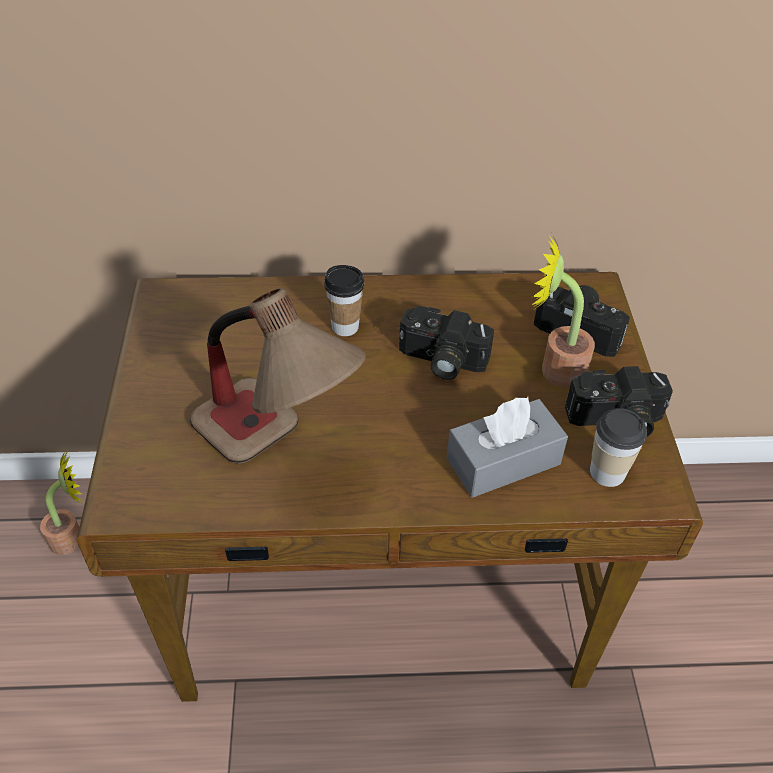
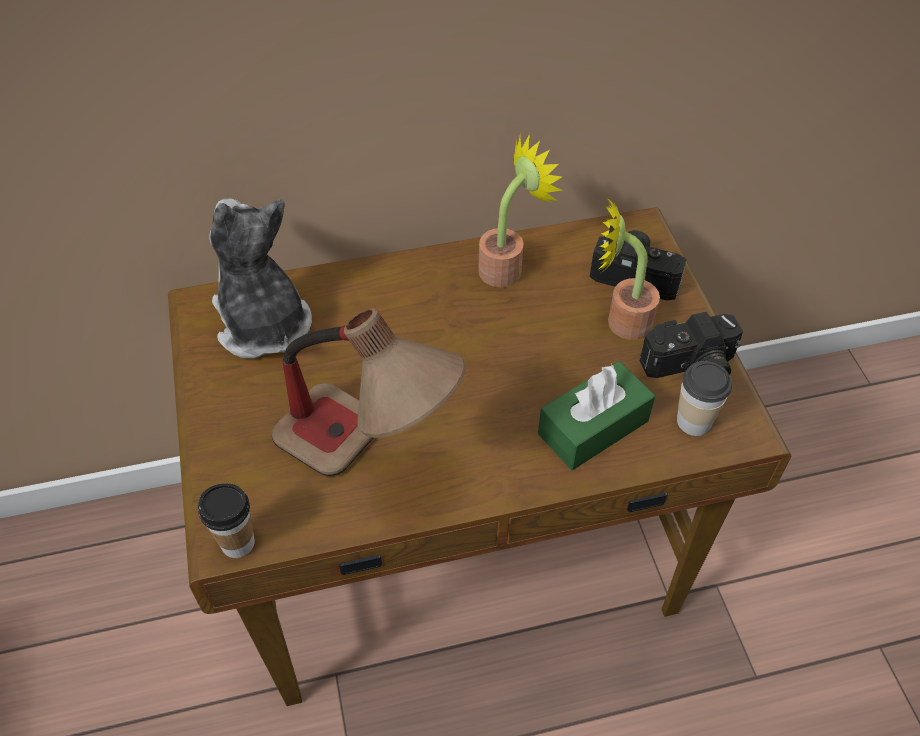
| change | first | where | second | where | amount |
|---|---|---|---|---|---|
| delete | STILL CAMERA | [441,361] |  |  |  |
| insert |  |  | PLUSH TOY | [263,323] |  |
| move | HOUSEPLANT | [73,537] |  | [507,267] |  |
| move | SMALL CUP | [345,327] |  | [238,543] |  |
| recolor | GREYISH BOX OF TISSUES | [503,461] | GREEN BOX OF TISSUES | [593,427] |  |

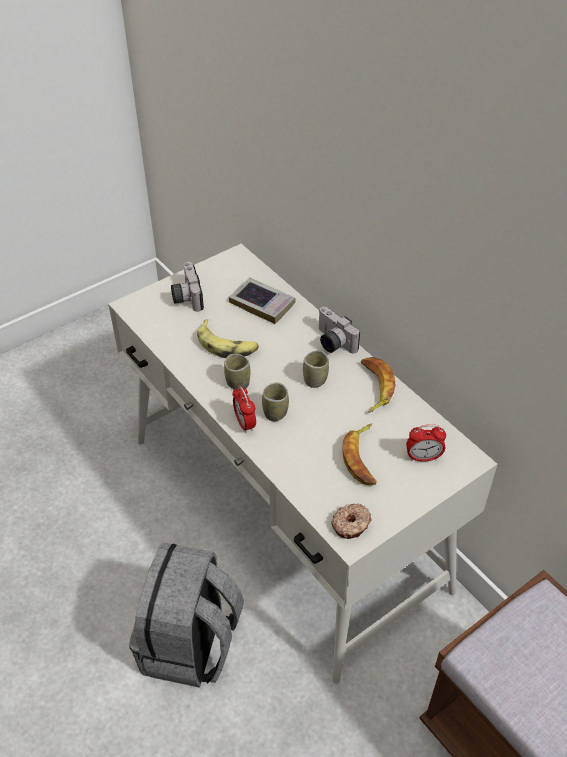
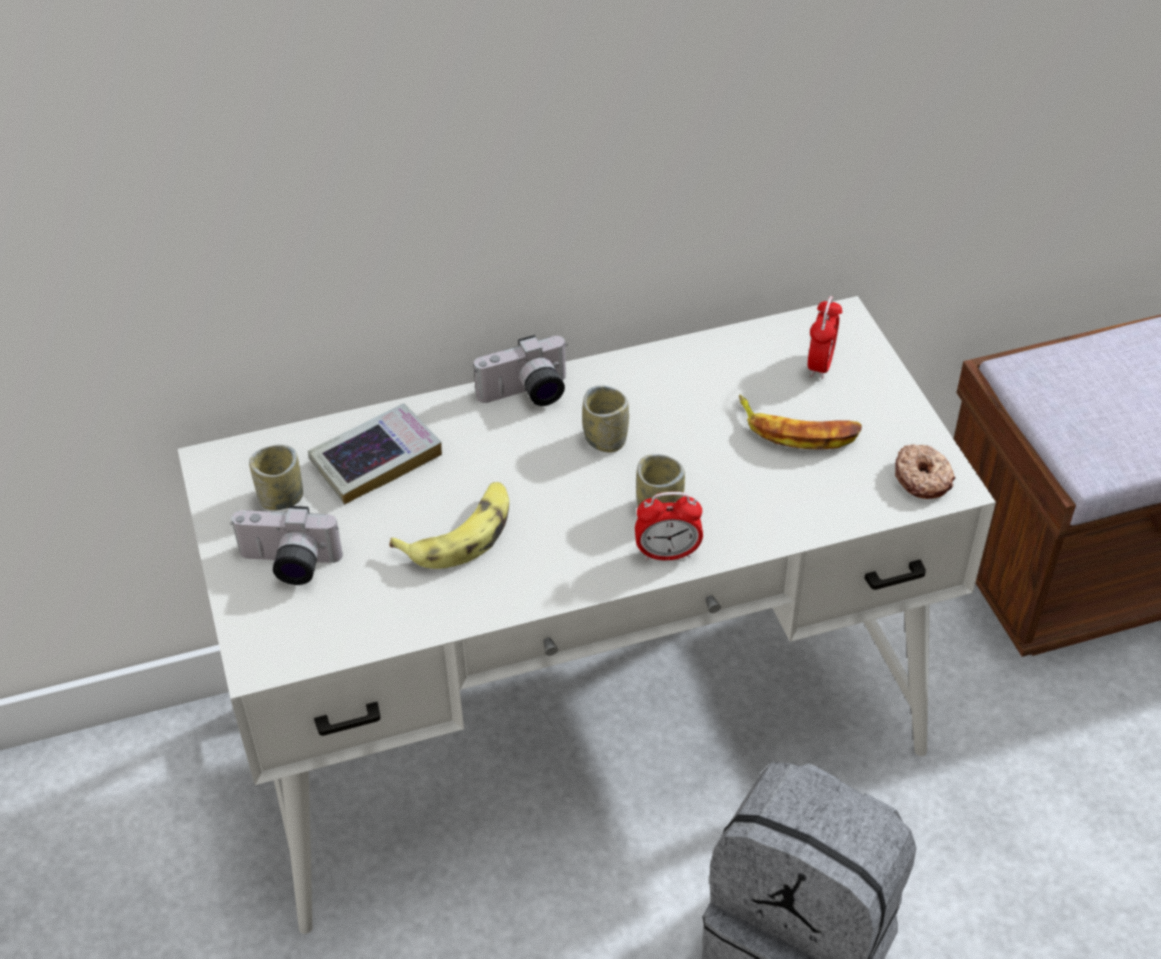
| change | first | where | second | where | amount |
|---|---|---|---|---|---|
| delete | BANANA | [374,387] |  |  |  |
| move | SMALL CUP | [238,383] |  | [281,498] |  |

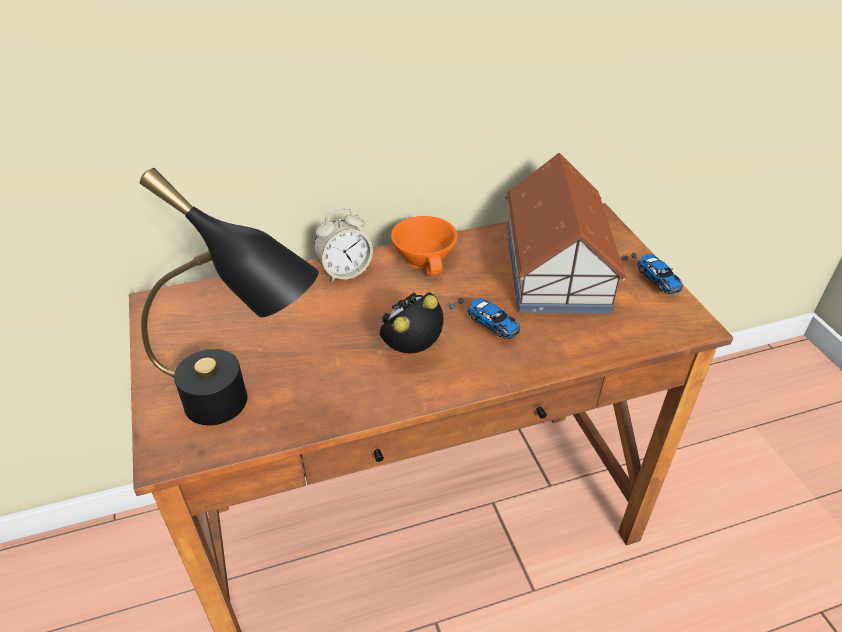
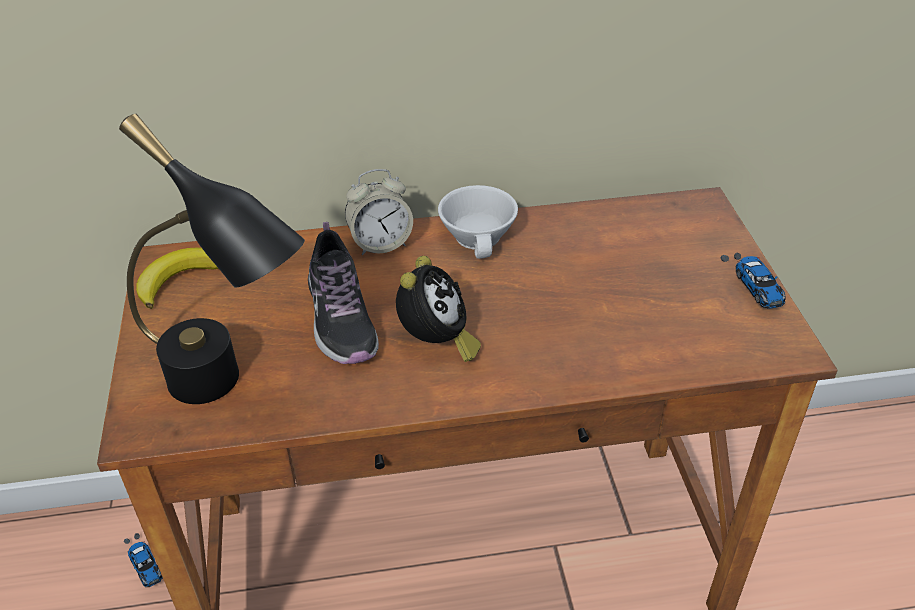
| change | first | where | second | where | amount |
|---|---|---|---|---|---|
| delete | TOY HOUSE | [556,267] |  |  |  |
| insert |  |  | BANANA | [178,279] |  |
| insert |  |  | LOW SHOE | [341,318] |  |
| move | TOY CAR | [483,323] |  | [144,563] |  |
| recolor | ORANGE-COLOURED SMALL CUP | [427,258] | WHITISH SMALL CUP | [481,237] |  |
| rotate | ALARM CLOCK | [412,350] |  | [436,343] | 135 degrees clockwise |

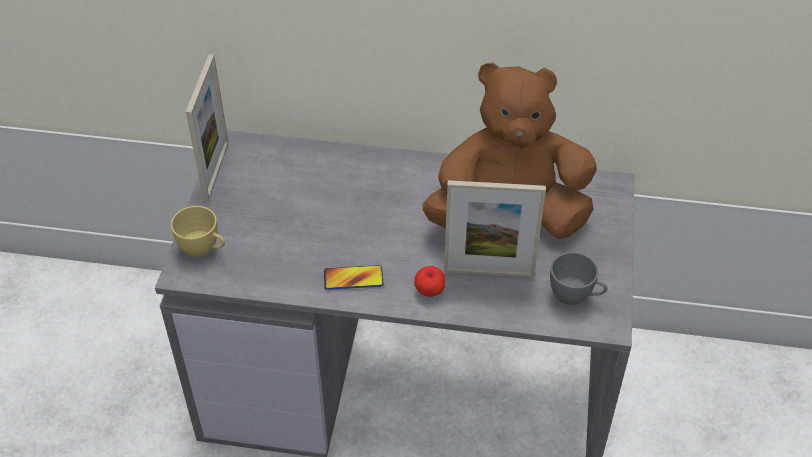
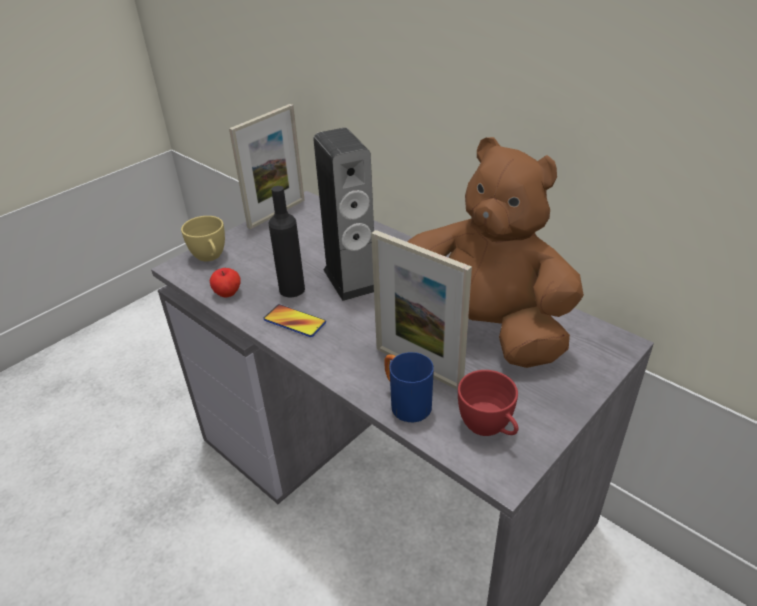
| change | first | where | second | where | amount |
|---|---|---|---|---|---|
| insert |  |  | BLACK-COLOURED BOTTLE | [292,289] |  |
| insert |  |  | SPEAKER | [351,279] |  |
| insert |  |  | BLUISH TEA MUG | [405,403] |  |
| move | WHOLE APPLE | [430,290] |  | [228,293] |  |
| recolor | GREYISH SMALL CUP | [575,296] | RED SMALL CUP | [489,428] |  |

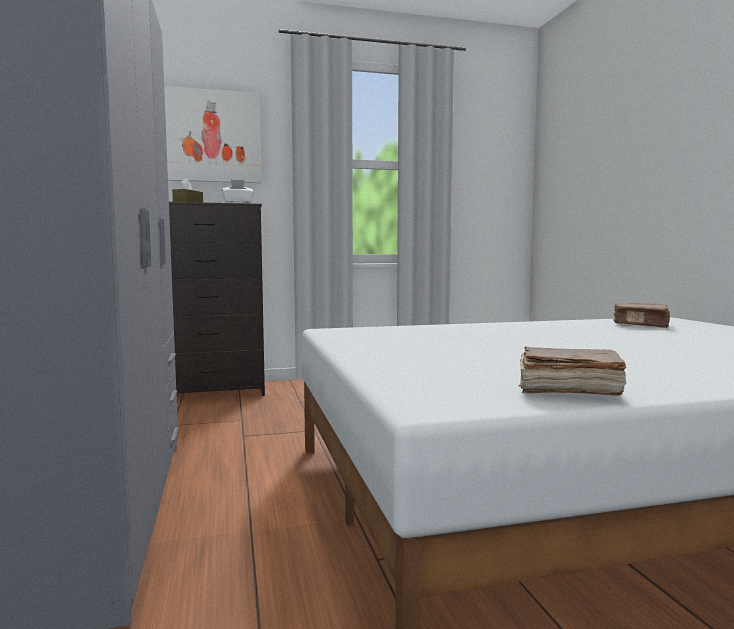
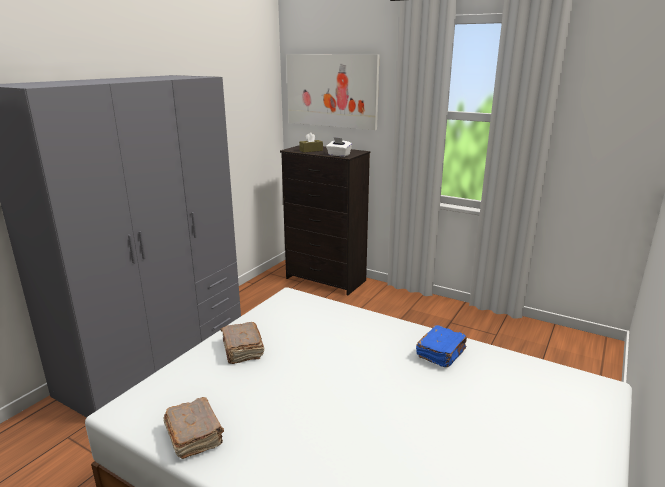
| change | first | where | second | where | amount |
|---|---|---|---|---|---|
| insert |  |  | BLUISH VOLUME | [441,354] |  |
| move | BROWN-COLOURED VOLUME | [641,325] |  | [242,350] |  |

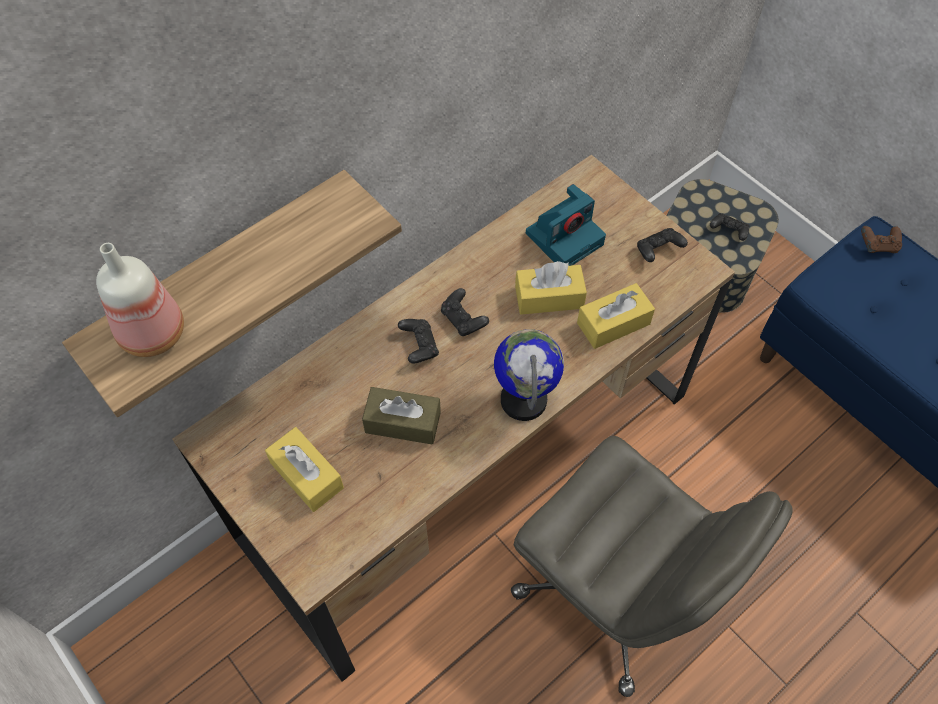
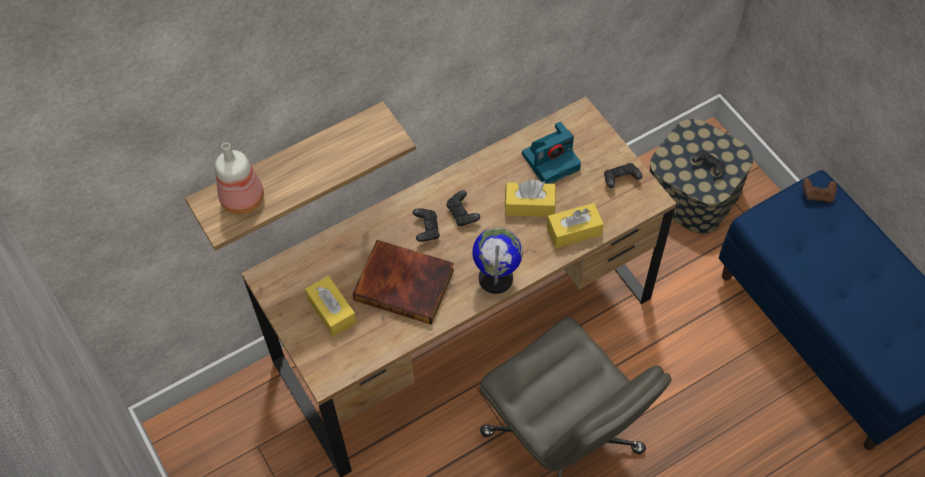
| change | first | where | second | where | amount |
|---|---|---|---|---|---|
| replace | BROWN-COLOURED BOX OF TISSUES | [403,422] | VOLUME | [405,283] |  |

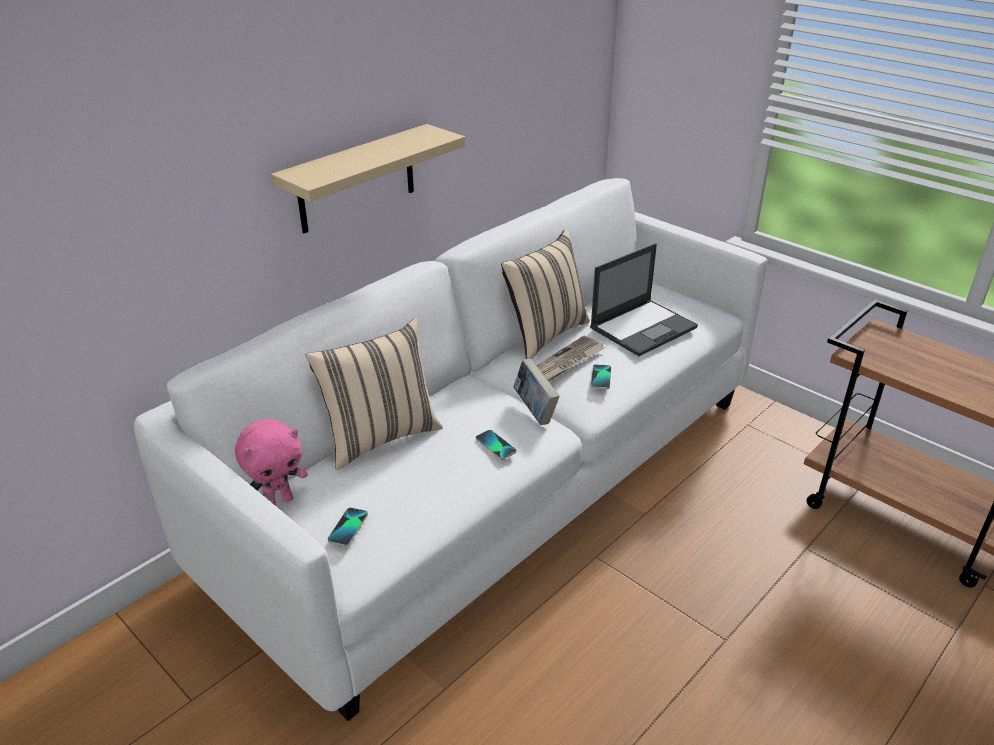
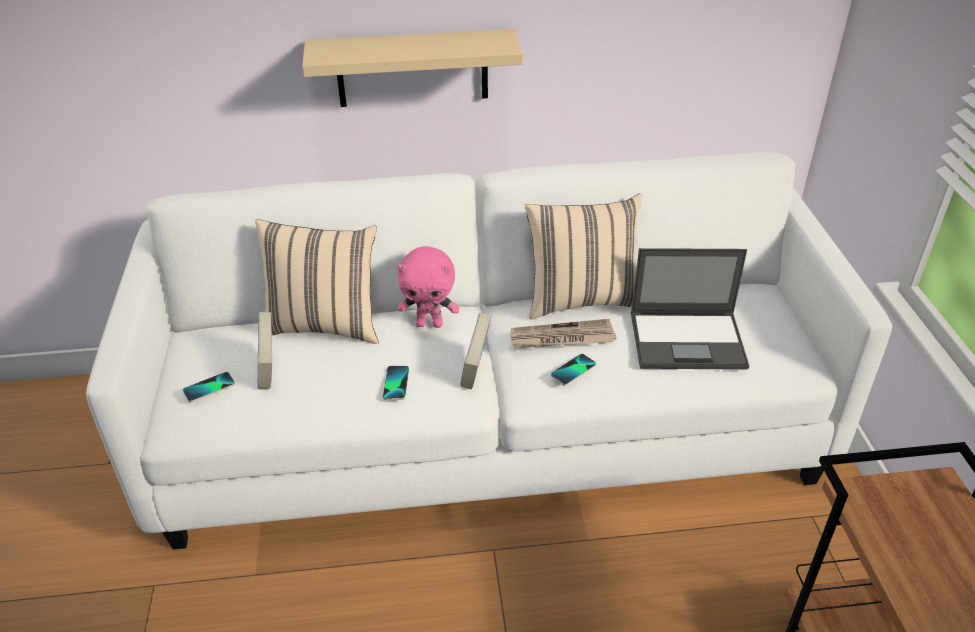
| change | first | where | second | where | amount |
|---|---|---|---|---|---|
| insert |  |  | VOLUME | [269,370] |  |
| move | PINK-COLOURED PLUSH TOY | [279,501] |  | [430,324] |  |

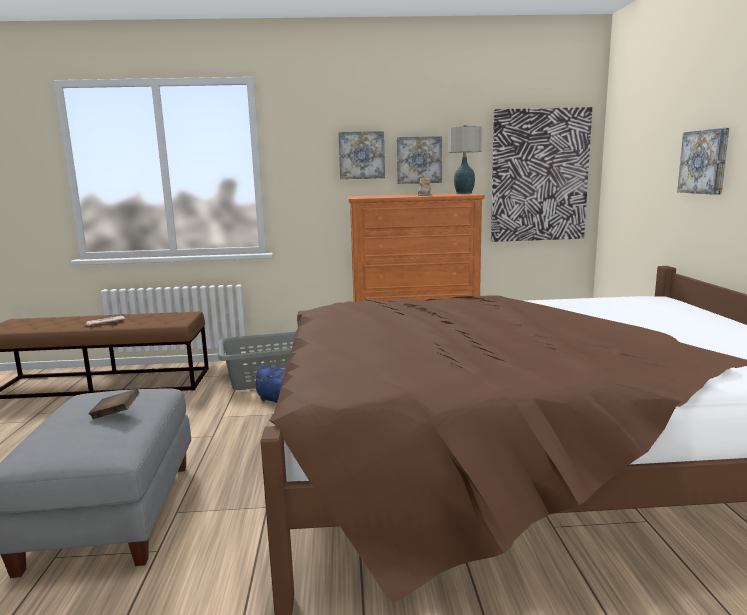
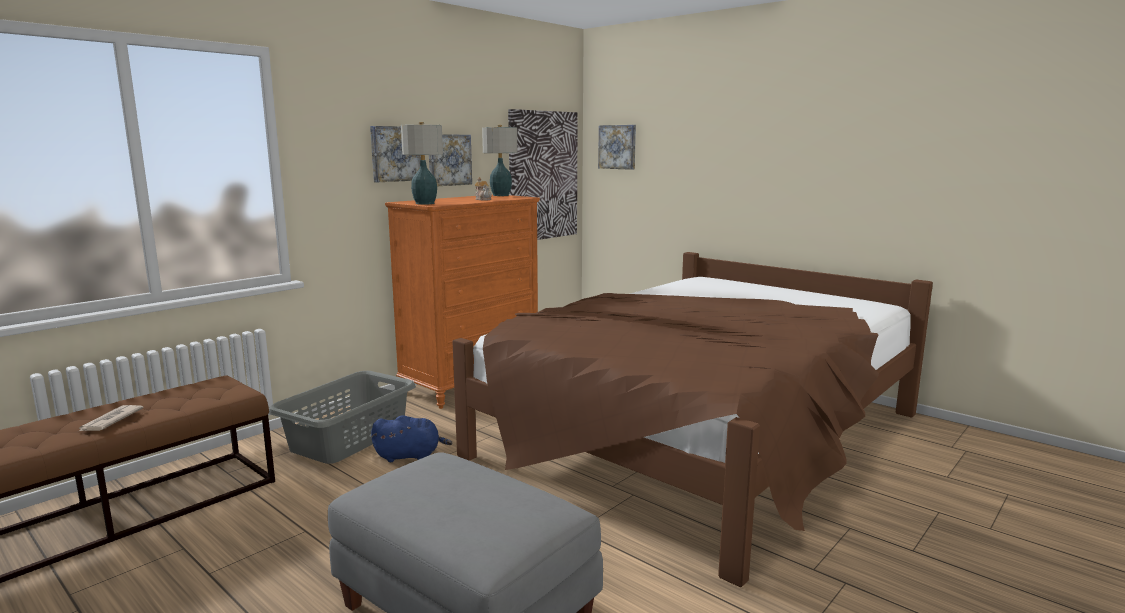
| change | first | where | second | where | amount |
|---|---|---|---|---|---|
| delete | BROWN-COLOURED VOLUME | [116,414] |  |  |  |
| insert |  |  | TABLE LAMP | [425,203] |  |
| move | PICTURE | [705,162] |  | [618,147] |  |

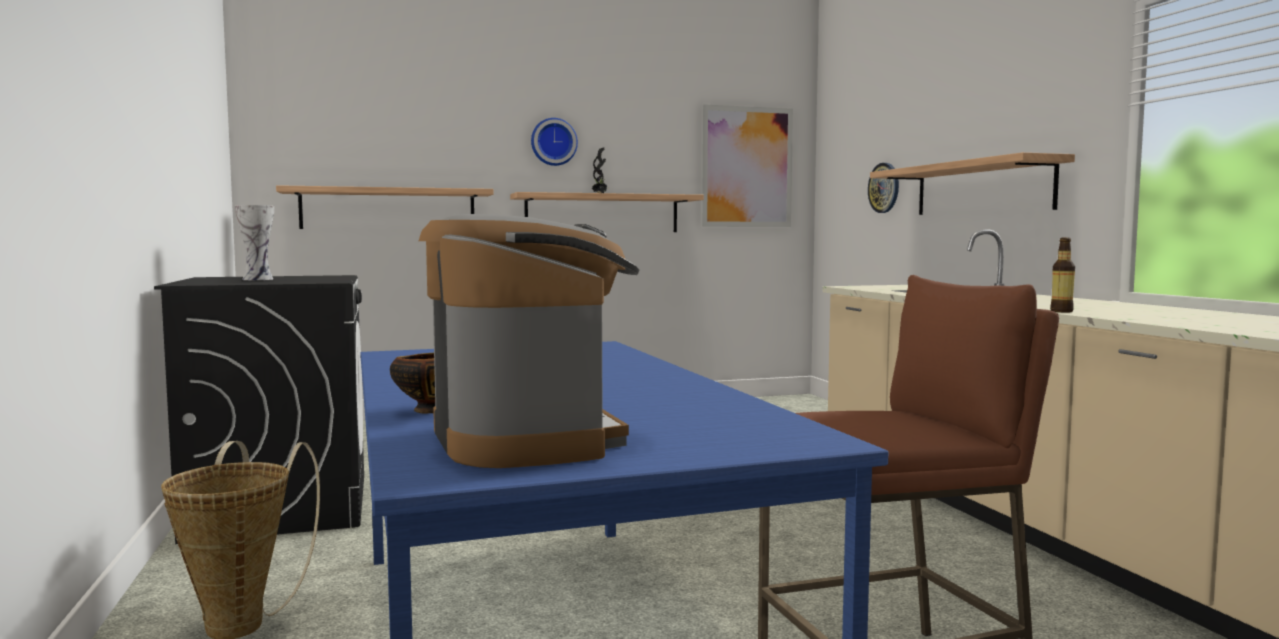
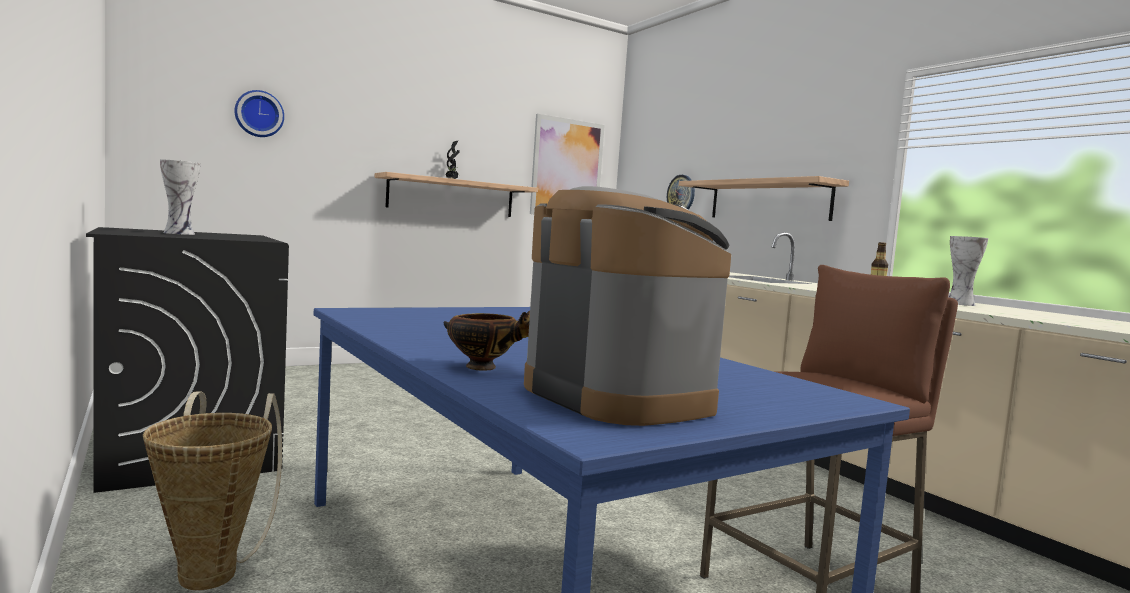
| change | first | where | second | where | amount |
|---|---|---|---|---|---|
| delete | SHELF | [388,209] |  |  |  |
| insert |  |  | FLOWER VASE | [958,304] |  |
| move | CLOCK ON THE WALL | [553,142] |  | [259,114] |  |

